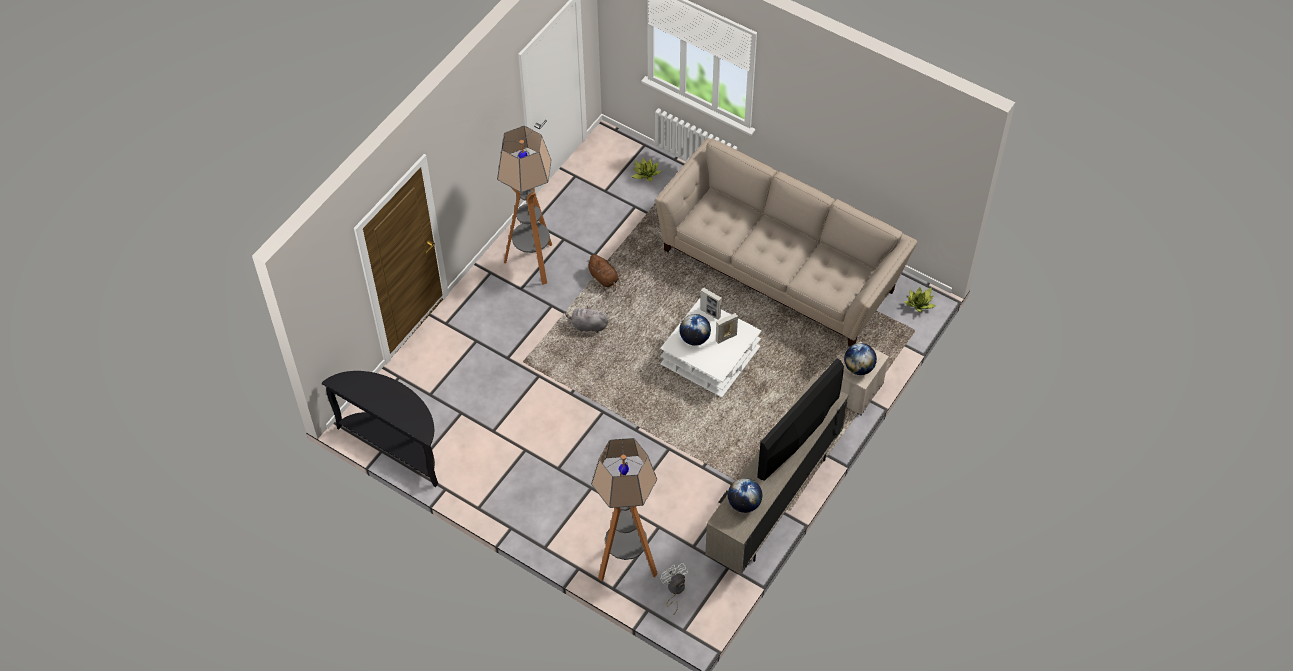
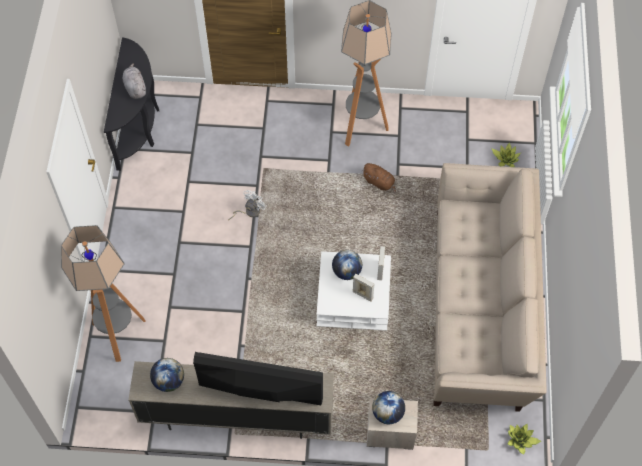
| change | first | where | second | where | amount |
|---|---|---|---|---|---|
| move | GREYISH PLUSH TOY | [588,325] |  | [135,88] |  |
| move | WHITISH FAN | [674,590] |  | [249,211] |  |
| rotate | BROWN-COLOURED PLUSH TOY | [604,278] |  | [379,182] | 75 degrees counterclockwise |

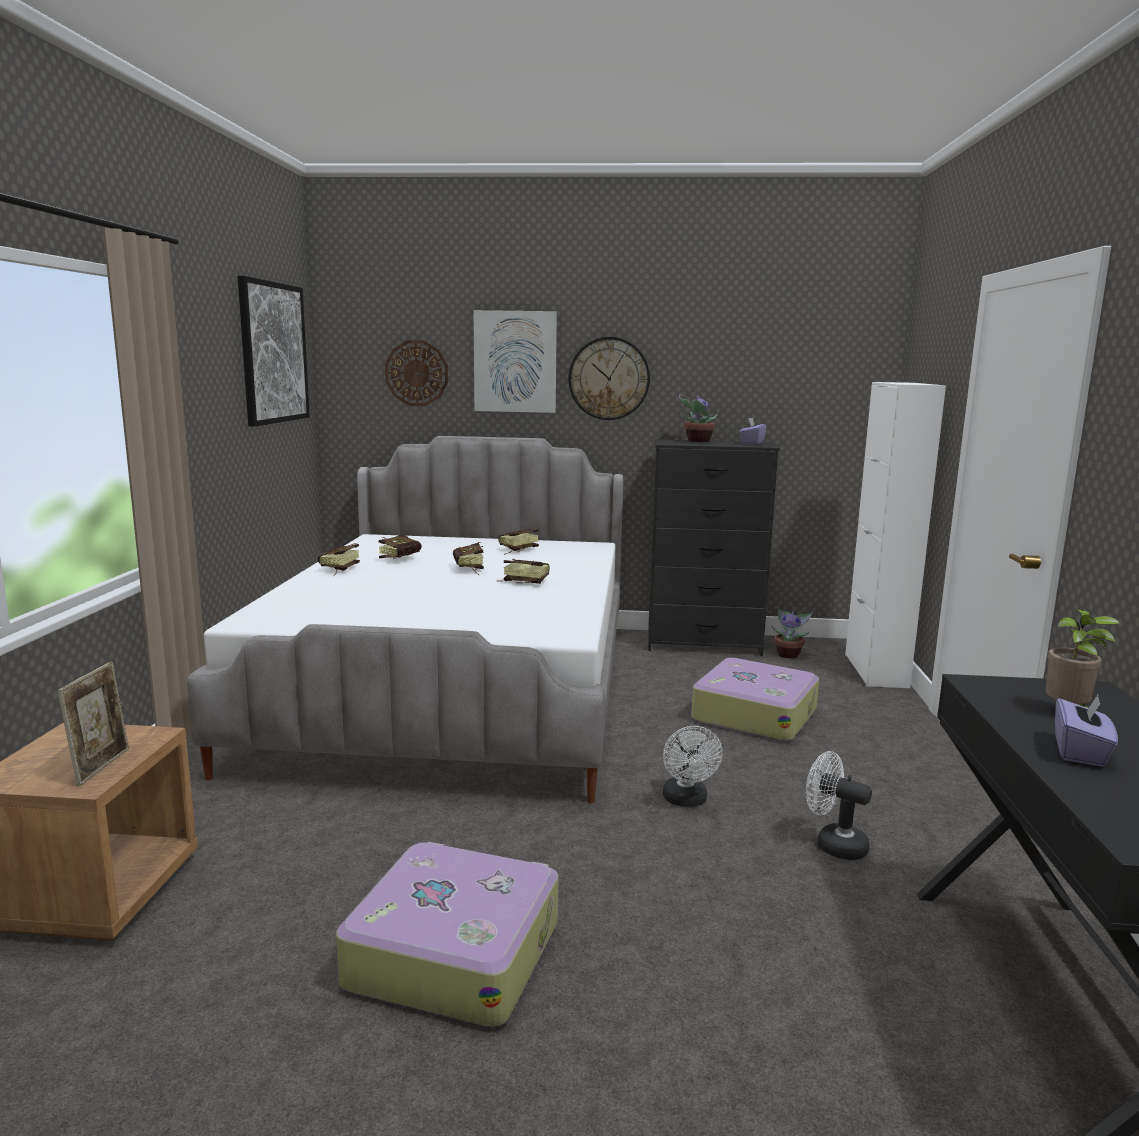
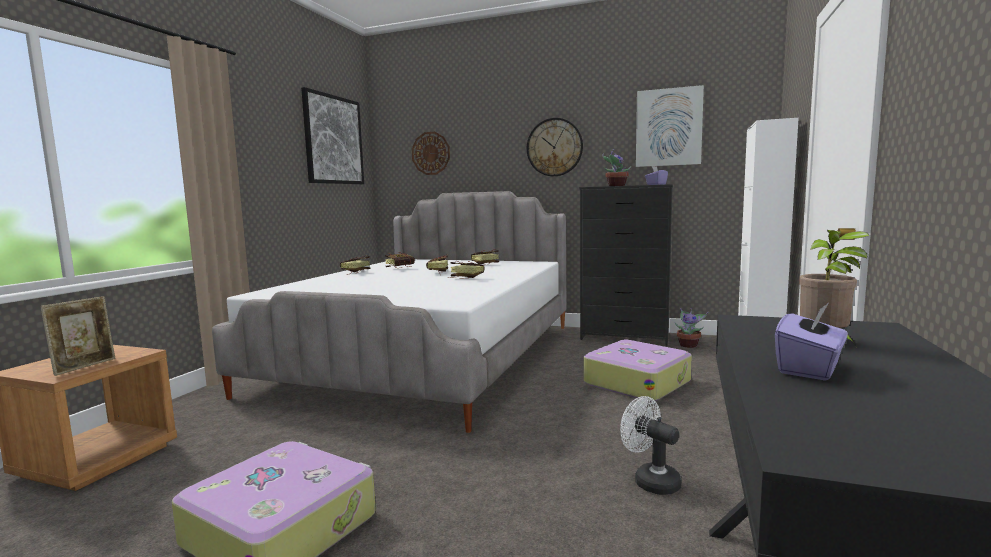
| change | first | where | second | where | amount |
|---|---|---|---|---|---|
| delete | WHITISH FAN | [687,801] |  |  |  |
| move | PICTURE | [515,362] |  | [668,127] |  |

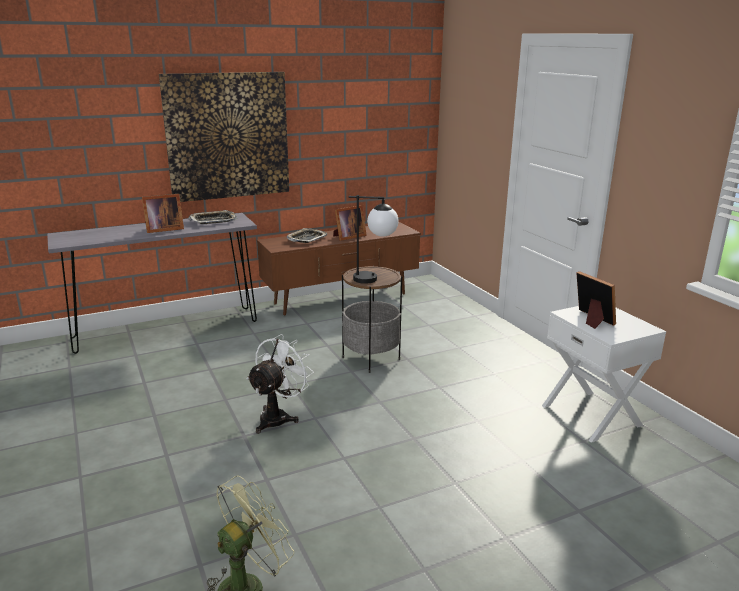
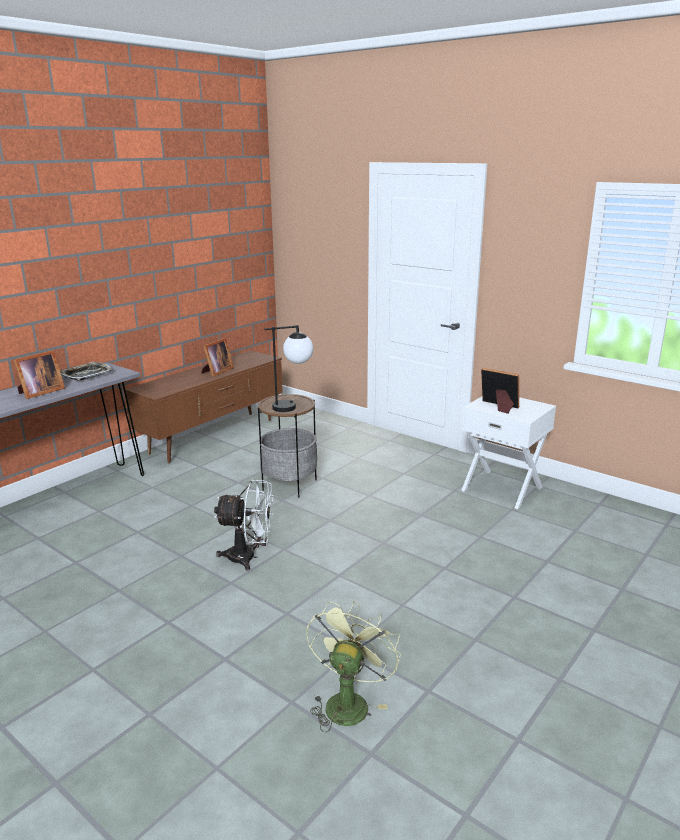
| change | first | where | second | where | amount |
|---|---|---|---|---|---|
| delete | PICTURE | [227,136] |  |  |  |
| delete | TRAY | [306,239] |  |  |  |
| rotate | WHITISH FAN | [278,417] |  | [249,557] | 90 degrees clockwise |

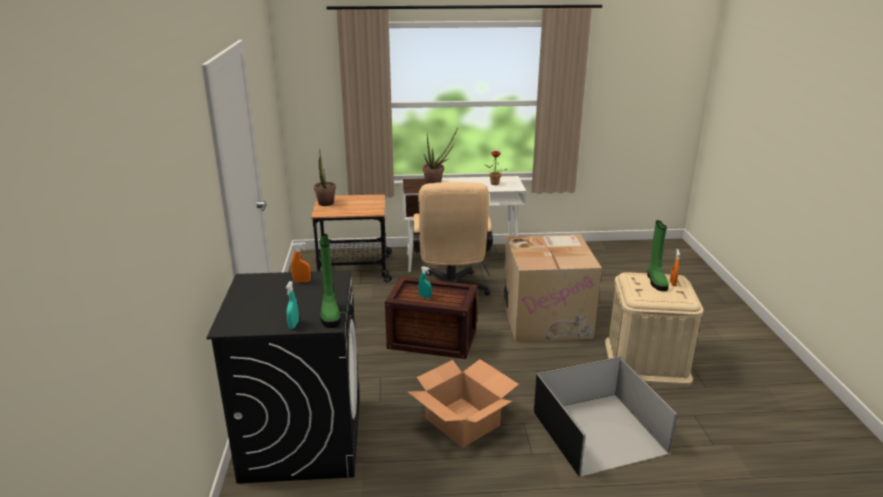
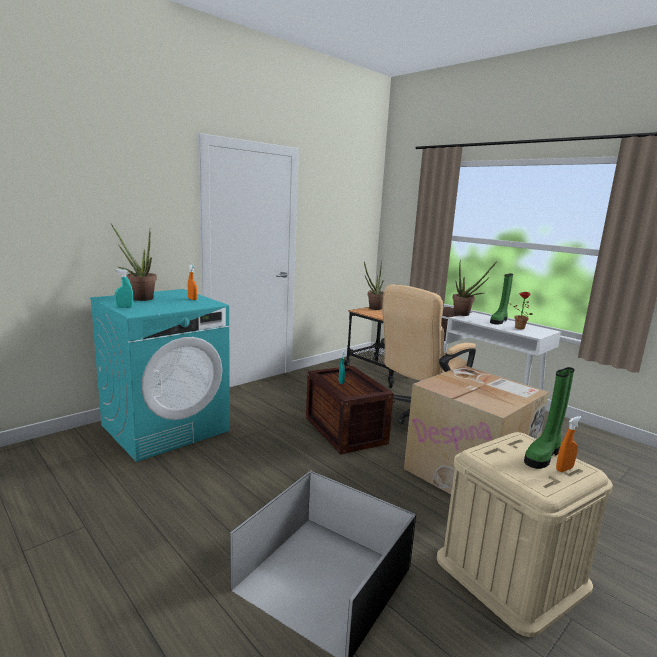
| change | first | where | second | where | amount |
|---|---|---|---|---|---|
| delete | CARDBOARD BOX | [463,421] |  |  |  |
| insert |  |  | HOUSEPLANT | [139,298] |  |
| move | GREEN BOOT | [330,314] |  | [499,321] |  |
| recolor | BLACK-COLOURED LAUNDRY MACHINE | [302,437] | TURQUOISE LAUNDRY MACHINE | [166,427] |  |

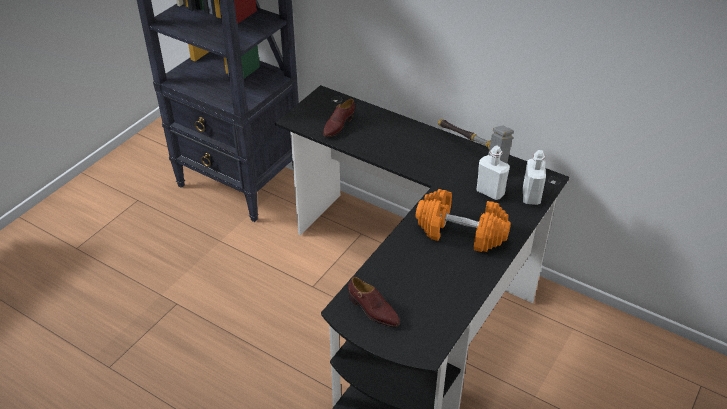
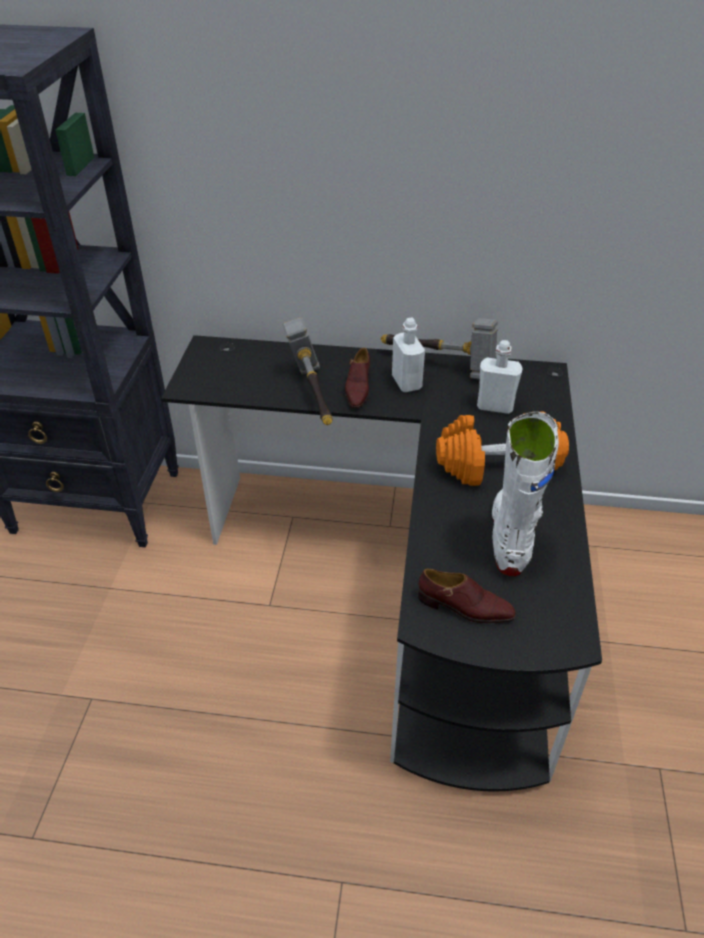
| change | first | where | second | where | amount |
|---|---|---|---|---|---|
| insert |  |  | HAMMER | [312,395] |  |
| insert |  |  | WHITISH BOOT | [510,538] |  |
| move | BROWN-COLOURED LOW SHOE | [338,125] |  | [358,389] |  |
| move | WHITISH BOTTLE | [531,196] |  | [406,382] |  |

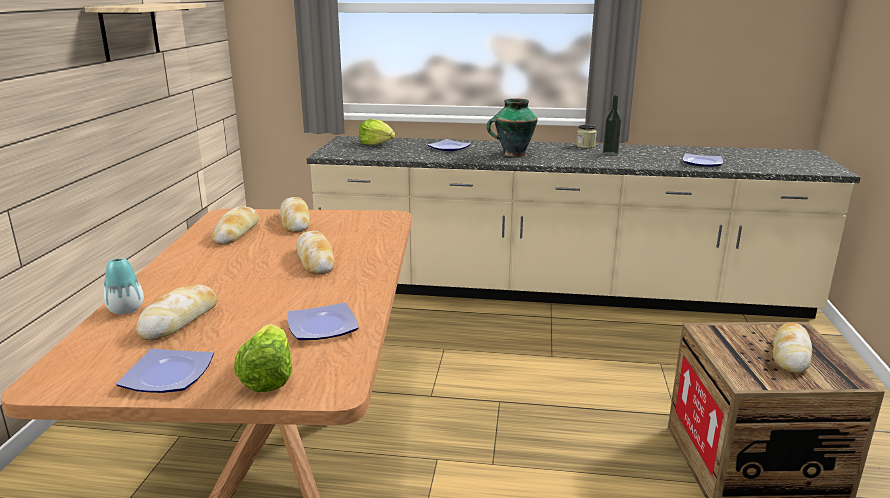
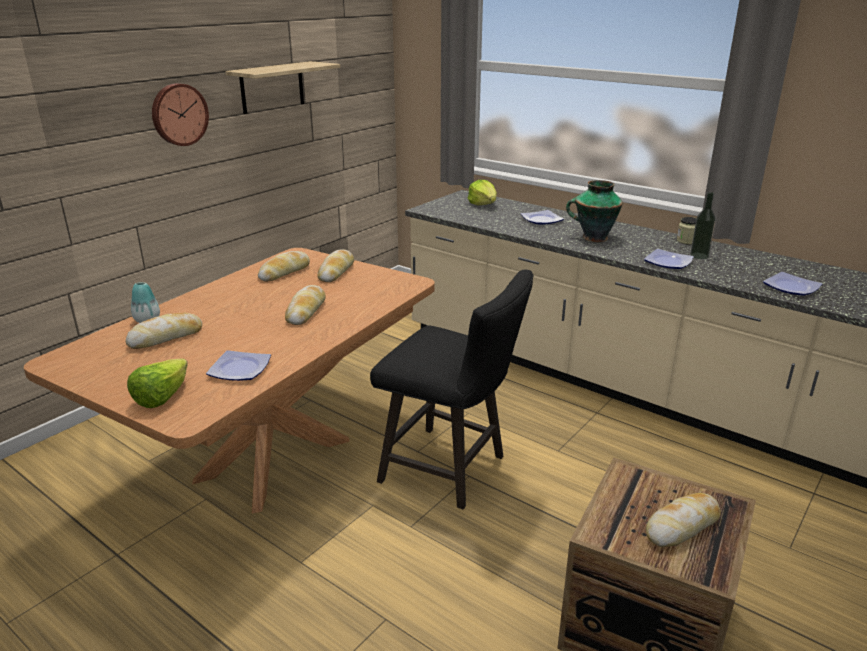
| change | first | where | second | where | amount |
|---|---|---|---|---|---|
| insert |  |  | CLOCK ON THE WALL | [178,114] |  |
| insert |  |  | BLACK-COLOURED SITTING STOOL | [451,470] |  |
| move | FLAT DISH | [169,376] |  | [668,263] |  |

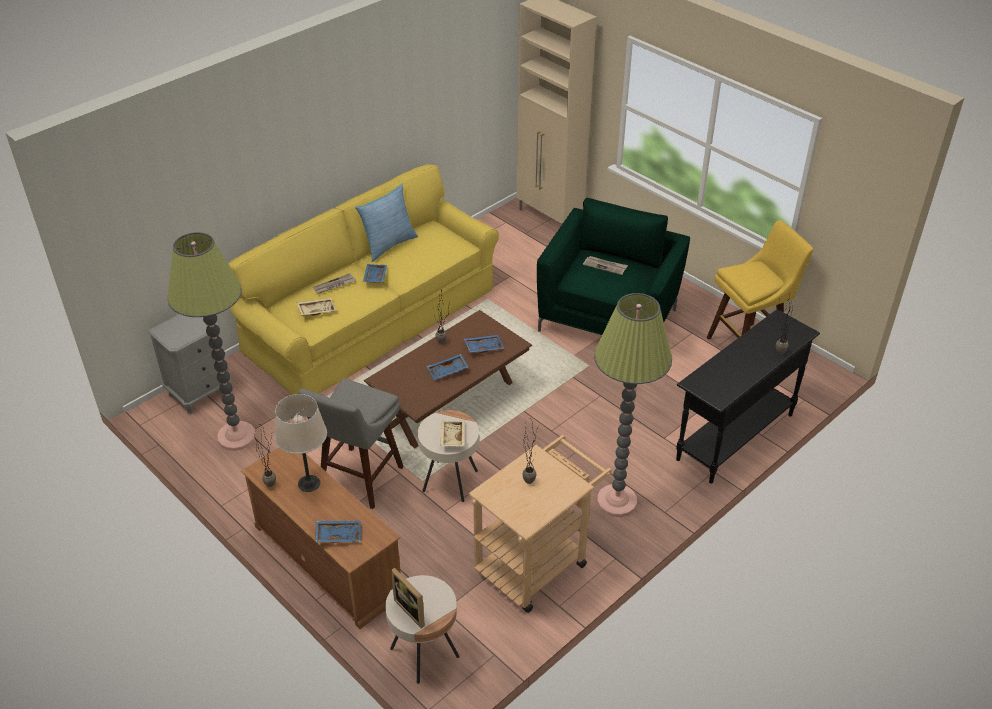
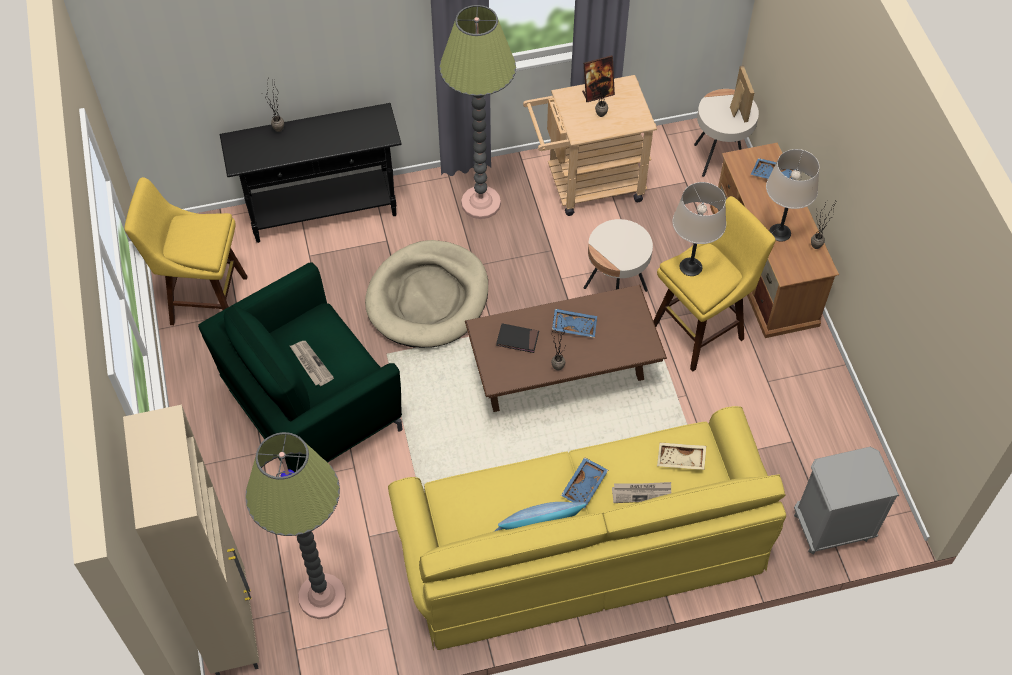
| change | first | where | second | where | amount |
|---|---|---|---|---|---|
| delete | BEIGE TRAY | [452,437] |  |  |  |
| insert |  |  | BEIGE DOG BED | [428,298] |  |
| insert |  |  | STANDING FRAME | [597,93] |  |
| insert |  |  | BEIGE TABLE LAMP | [691,267] |  |
| move | STANDING LAMP | [236,436] |  | [322,596] |  |
| replace | BLUISH TRAY | [483,347] | BLACK-COLOURED VOLUME | [517,339] |  |
| recolor | GREYISH SITTING STOOL | [359,480] | YELLOW-COLOURED SITTING STOOL | [701,330] |  |

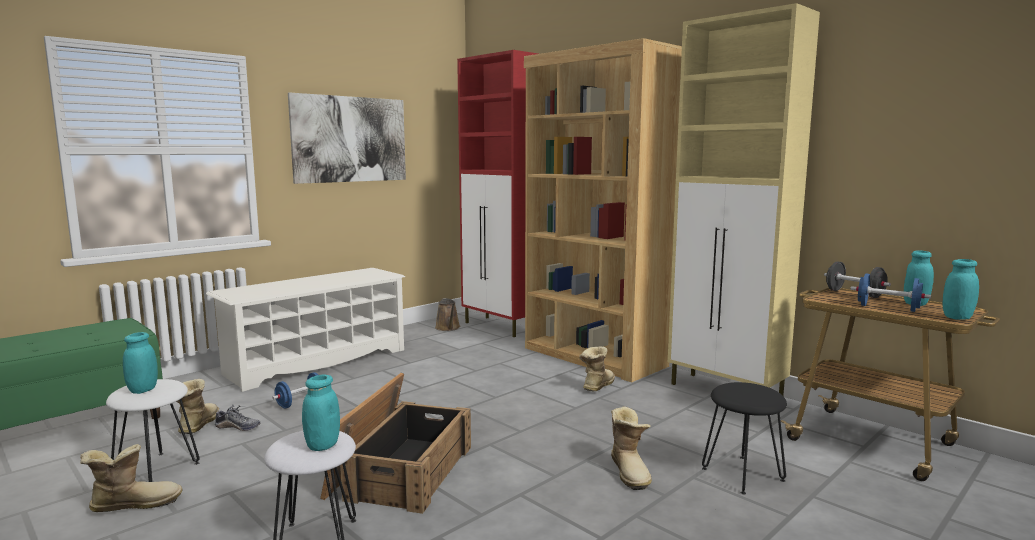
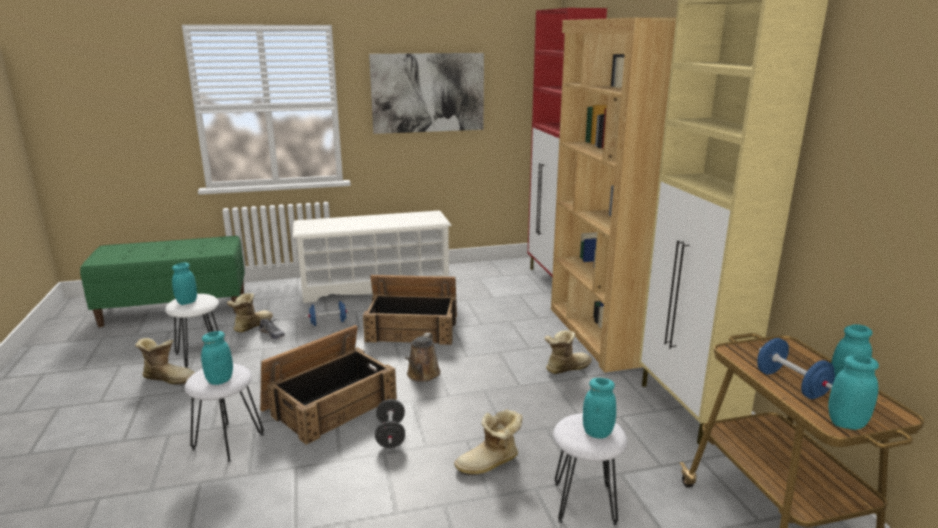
| change | first | where | second | where | amount |
|---|---|---|---|---|---|
| insert |  |  | CRATE | [413,328] |  |
| insert |  |  | TURQUOISE PRESERVE JAR | [597,433] |  |
| move | BROWN-COLOURED WATERING CAN | [448,328] |  | [422,375] |  |
| move | BLACK-COLOURED HAND WEIGHT | [854,294] |  | [391,435] |  |
| recolor | BLACK-COLOURED SITTING STOOL | [743,474] | WHITISH SITTING STOOL | [584,503] |  |
| rotate | BOOT | [631,471] |  | [490,464] | 45 degrees clockwise |

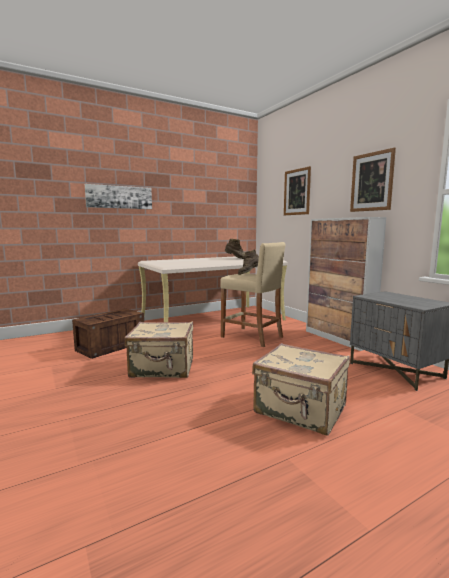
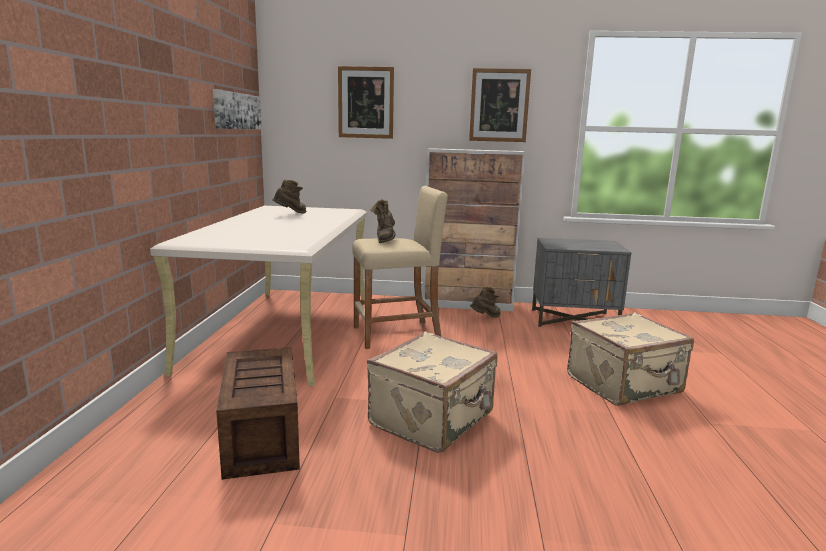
| change | first | where | second | where | amount |
|---|---|---|---|---|---|
| insert |  |  | BROWN-COLOURED BOOT | [486,318] |  |
| move | PICTURE | [119,197] |  | [237,111] |  |

